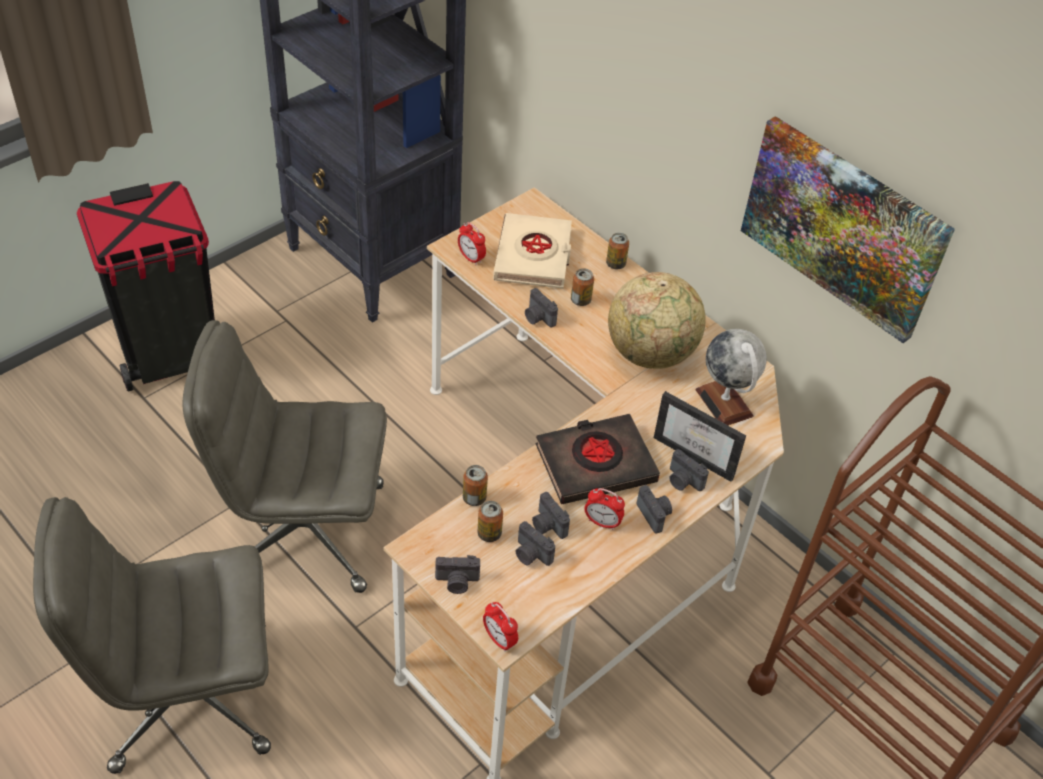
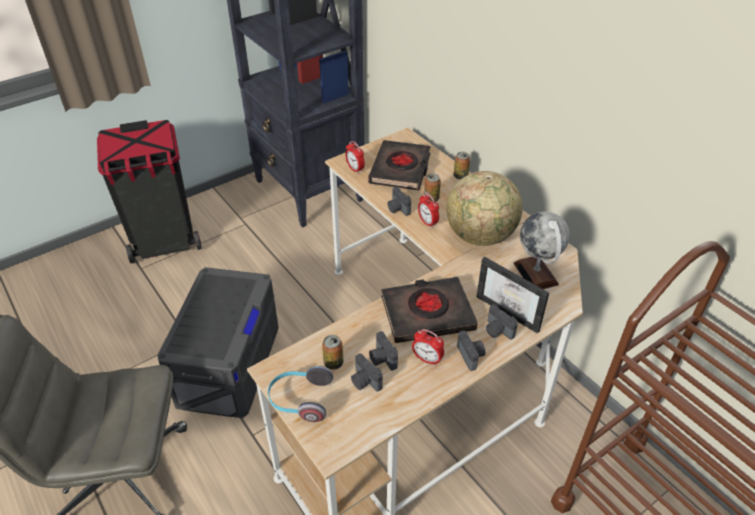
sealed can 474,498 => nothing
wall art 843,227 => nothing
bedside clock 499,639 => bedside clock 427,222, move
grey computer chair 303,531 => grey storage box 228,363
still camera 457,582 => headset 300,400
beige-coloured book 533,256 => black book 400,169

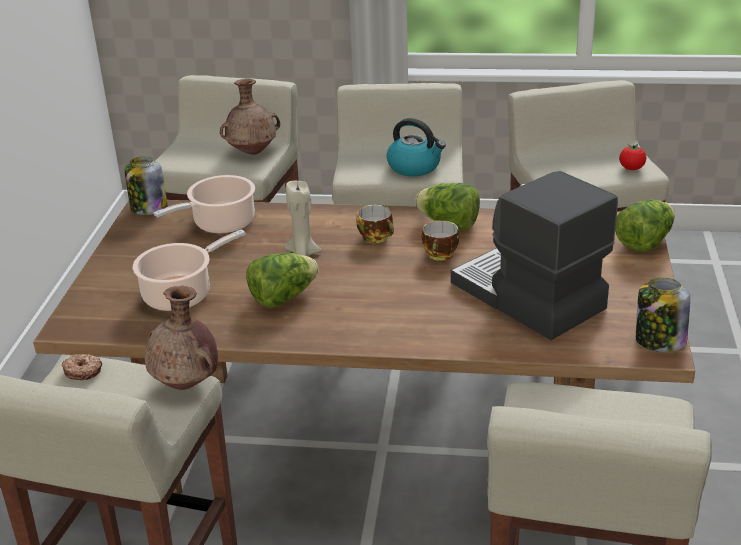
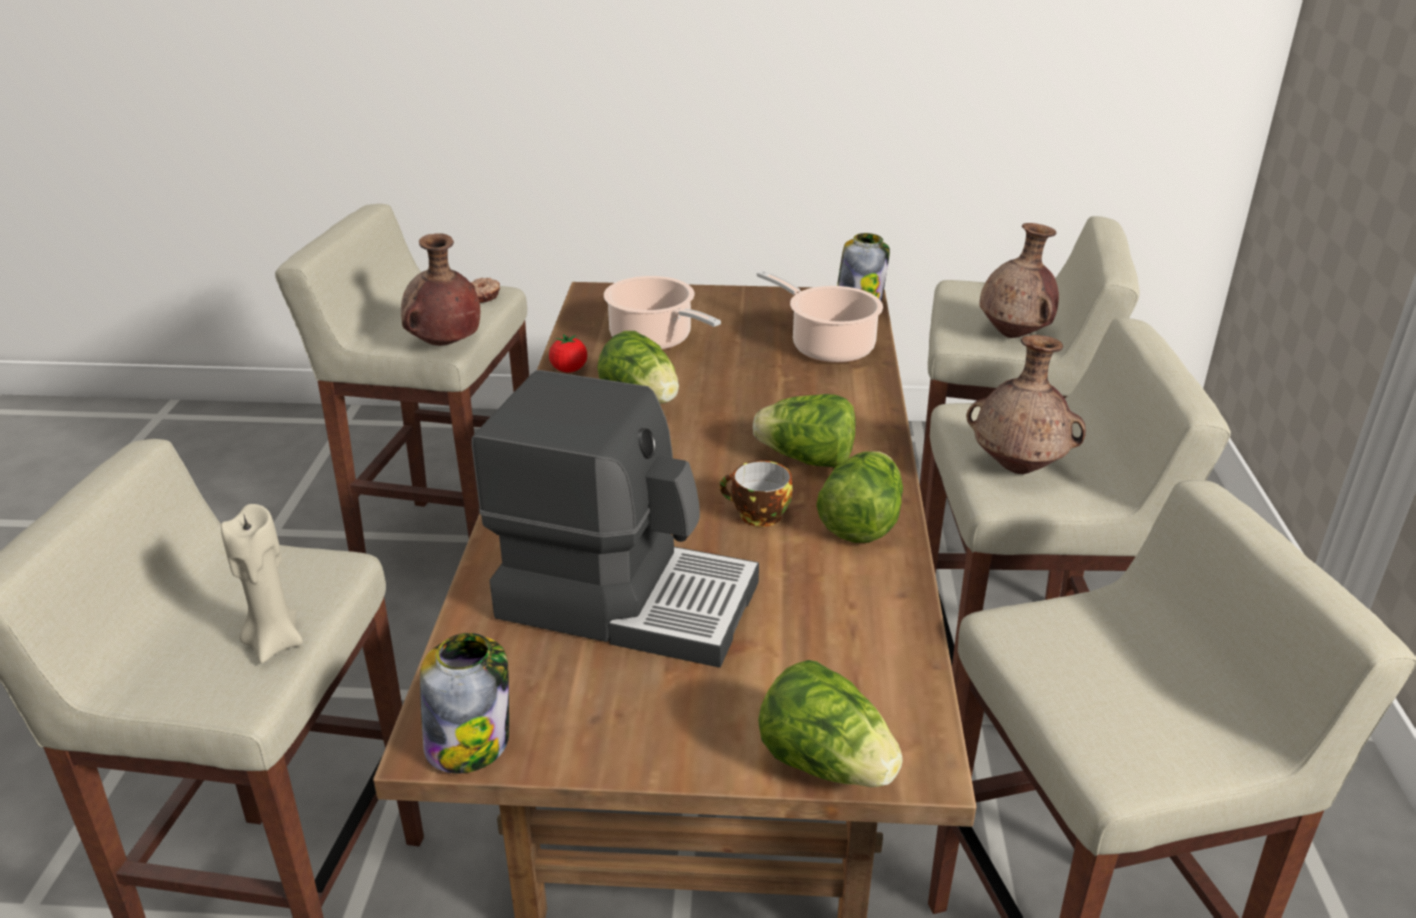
beige-coloured candle 303,253 => beige-coloured candle 275,643, move
tomato 631,168 => tomato 569,370, move
drinking cup 377,237 => head of lettuce 807,459
tea kettle 415,167 => brown-coloured vase 1019,468
coffee brewer 527,297 => coffee brewer 626,598, 60 degrees clockwise

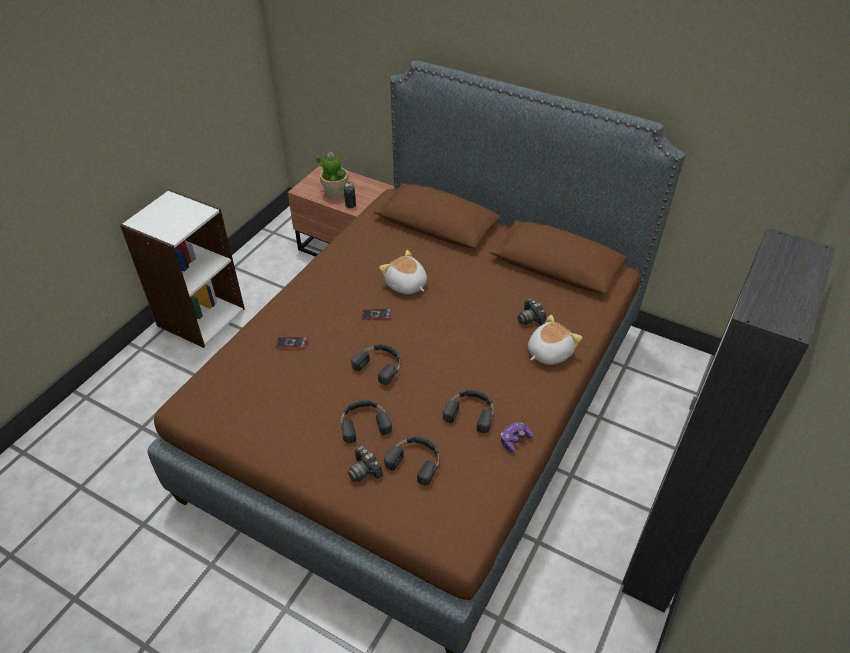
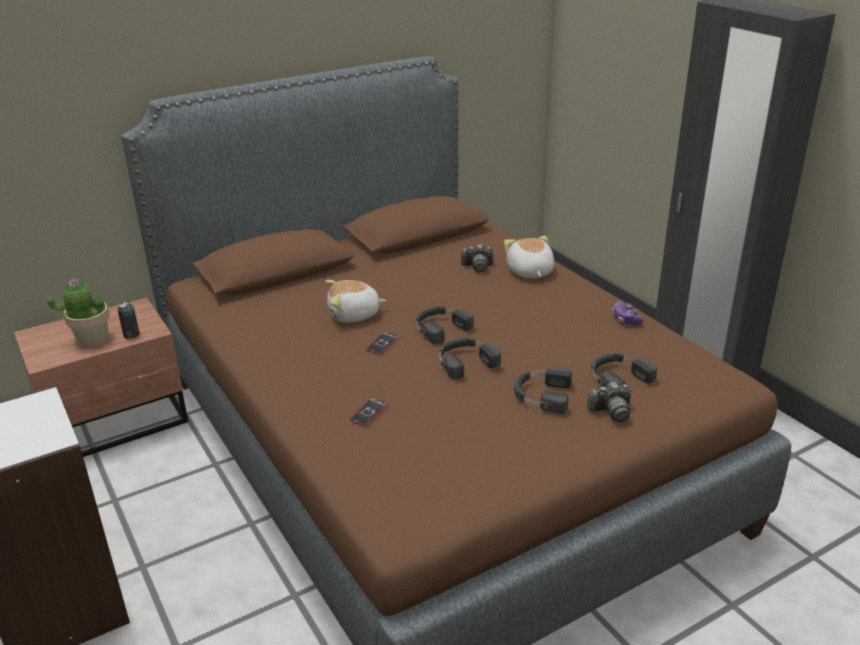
black headset 471,412 => black headset 440,327, move

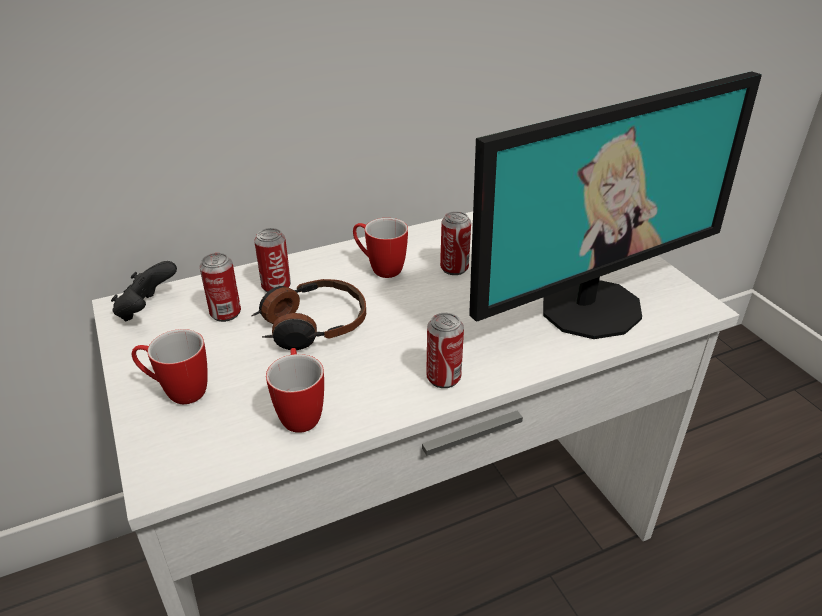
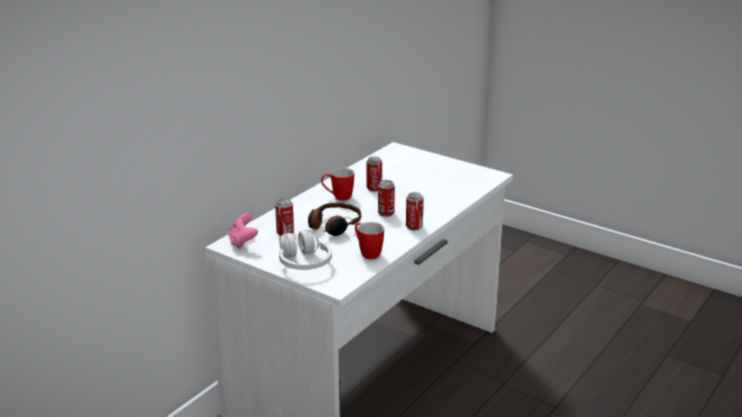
monitor 590,307 => nothing
sealed can 276,286 => sealed can 386,213, move
mug 177,392 => white headset 304,263
black game controller 147,310 => pink game controller 242,242

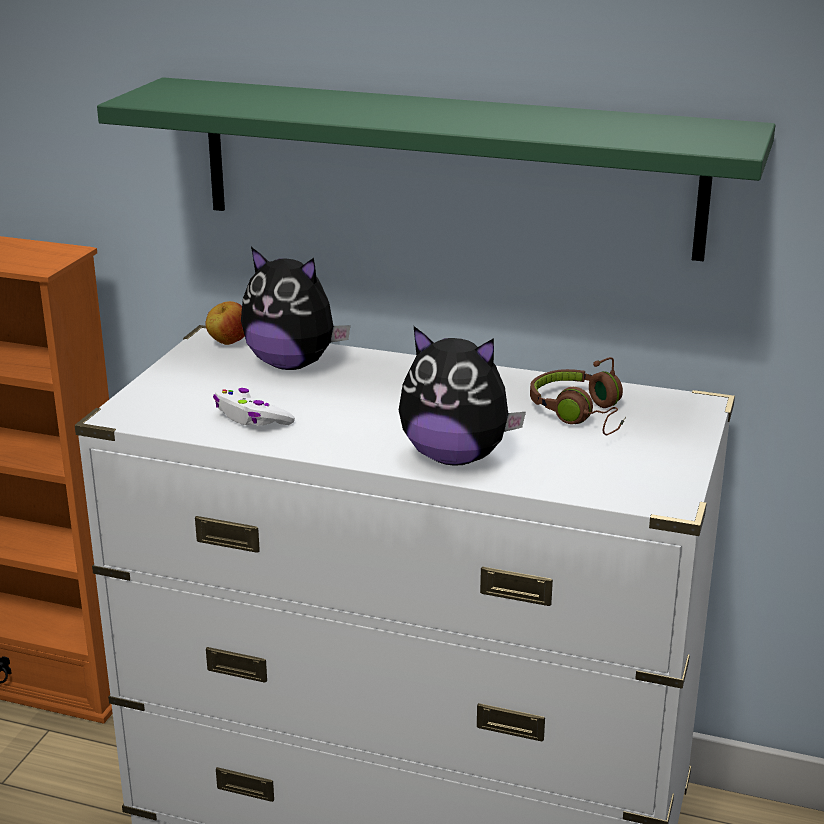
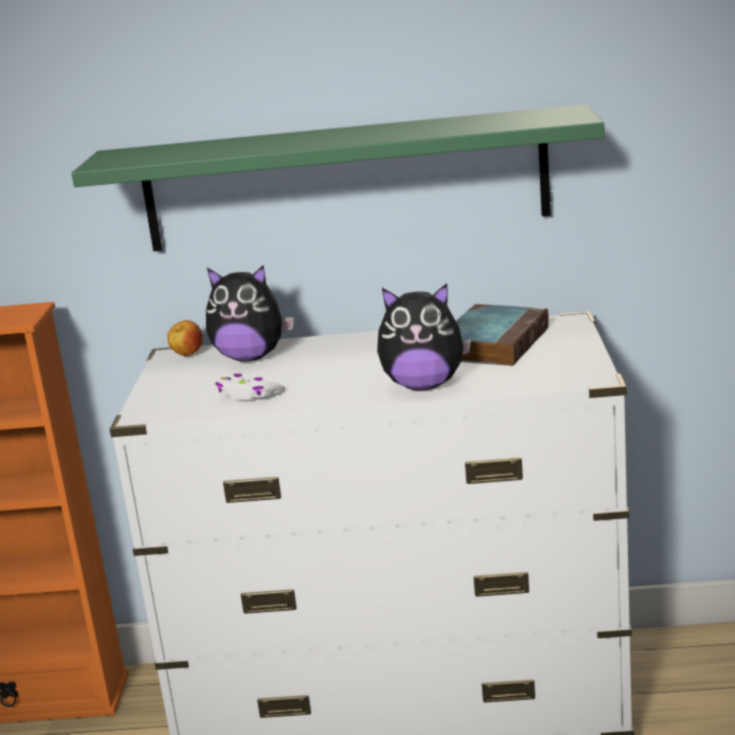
brown-coloured headset 582,415 => book 494,343

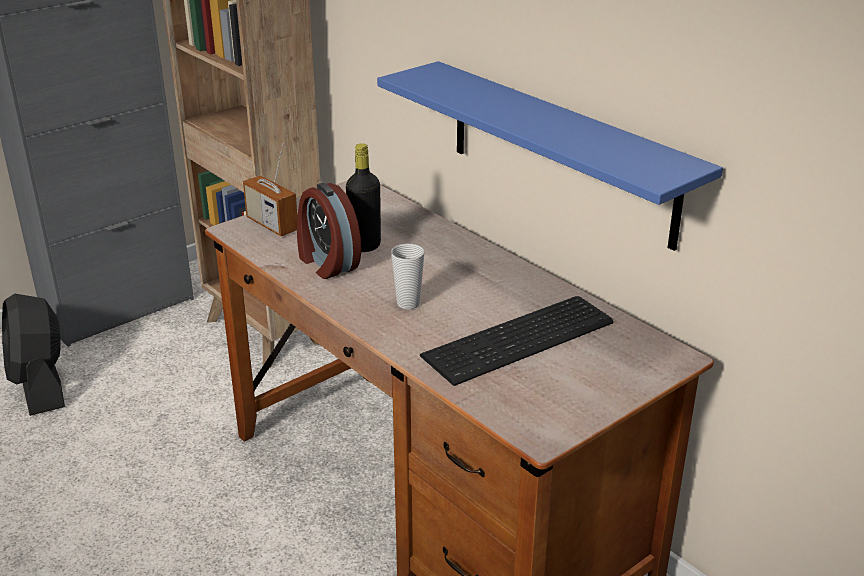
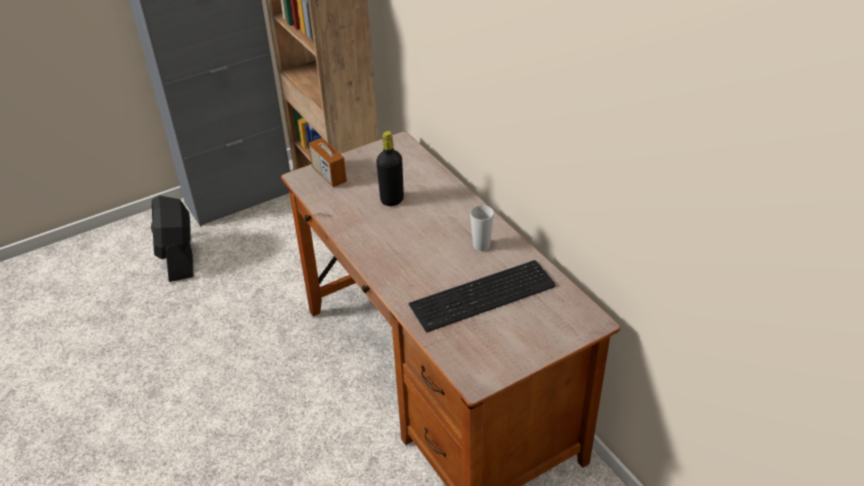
bedside clock 327,263 => nothing
blue shelf 560,152 => nothing
drinking cup 408,303 => drinking cup 481,246, move

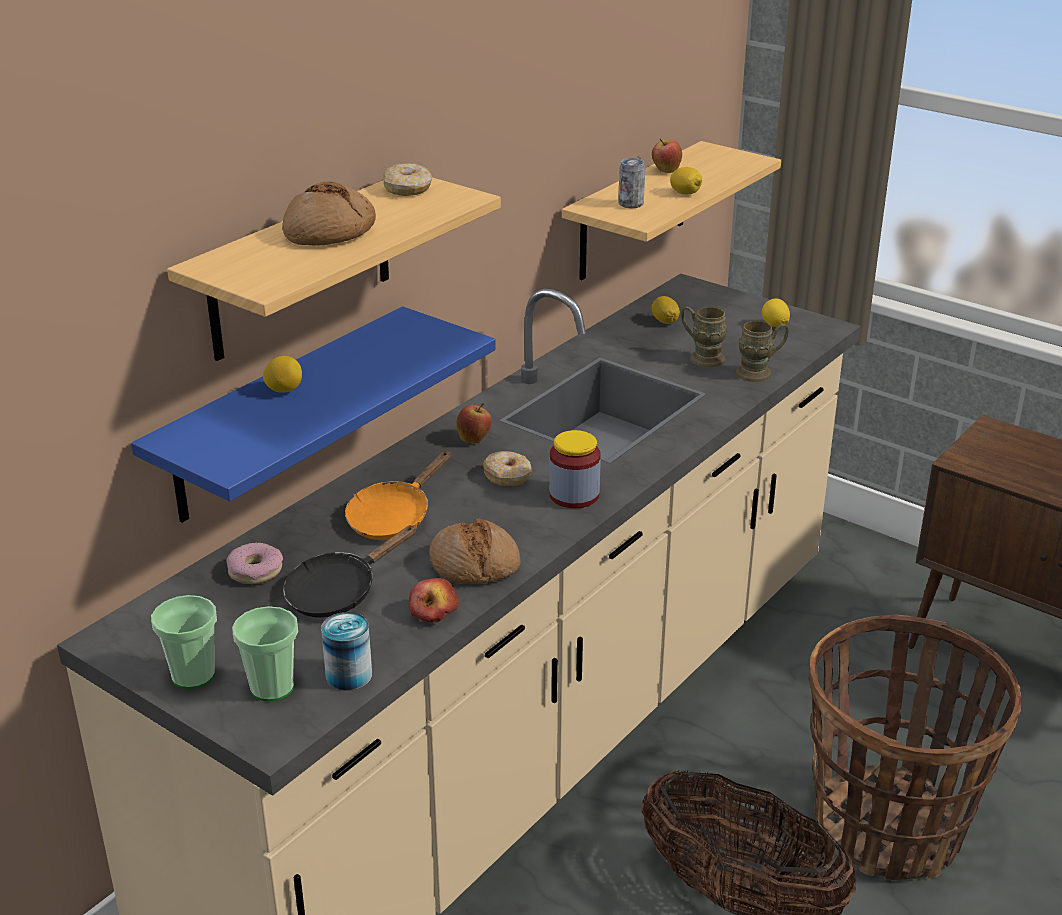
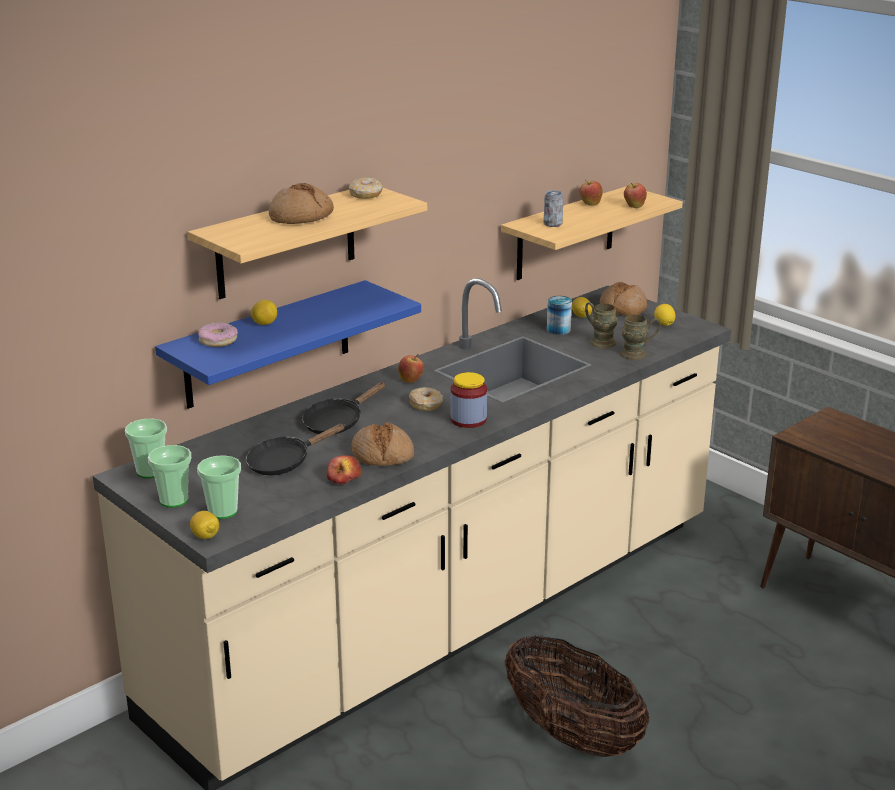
household basket 888,827 => nothing
nothing => drinking cup 150,471
nothing => baked bread 622,308
nothing => whole apple 634,207
doughnut 255,571 => doughnut 218,340, move
sealed can 349,675 => sealed can 558,330, move
whole lemon 685,193 => whole lemon 205,536, move
orange-coloured frying pan 394,517 => black frying pan 337,422

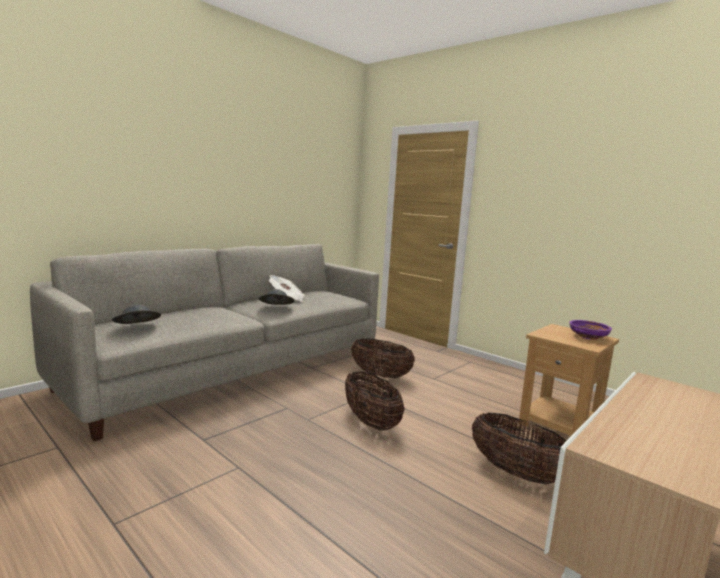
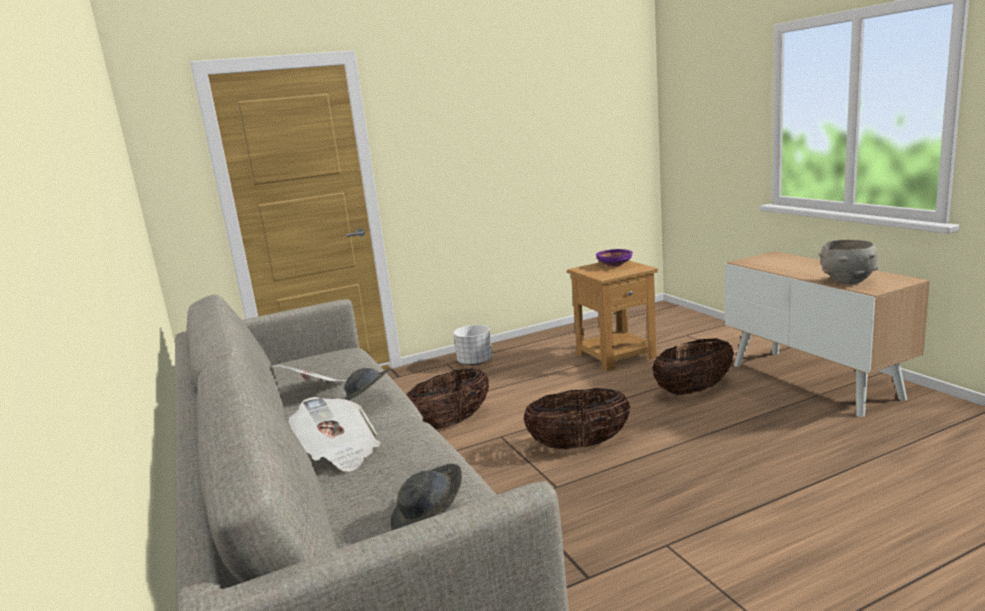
nothing => newspaper 338,453
nothing => white plant pot 475,362
nothing => grey deep dish 847,282

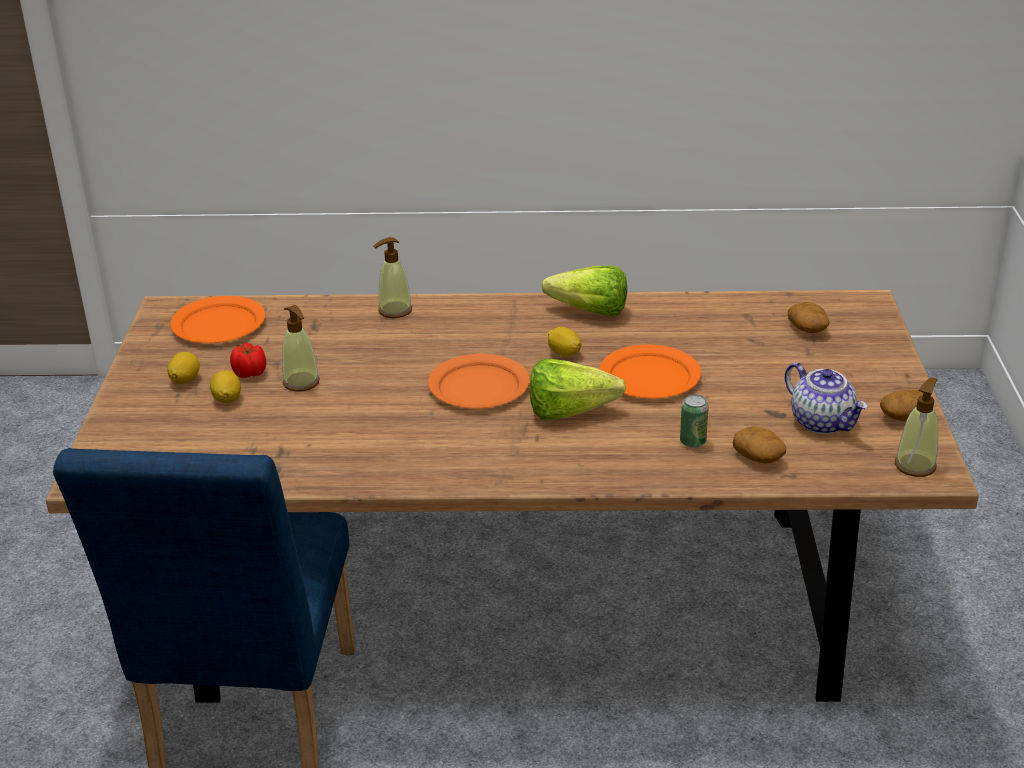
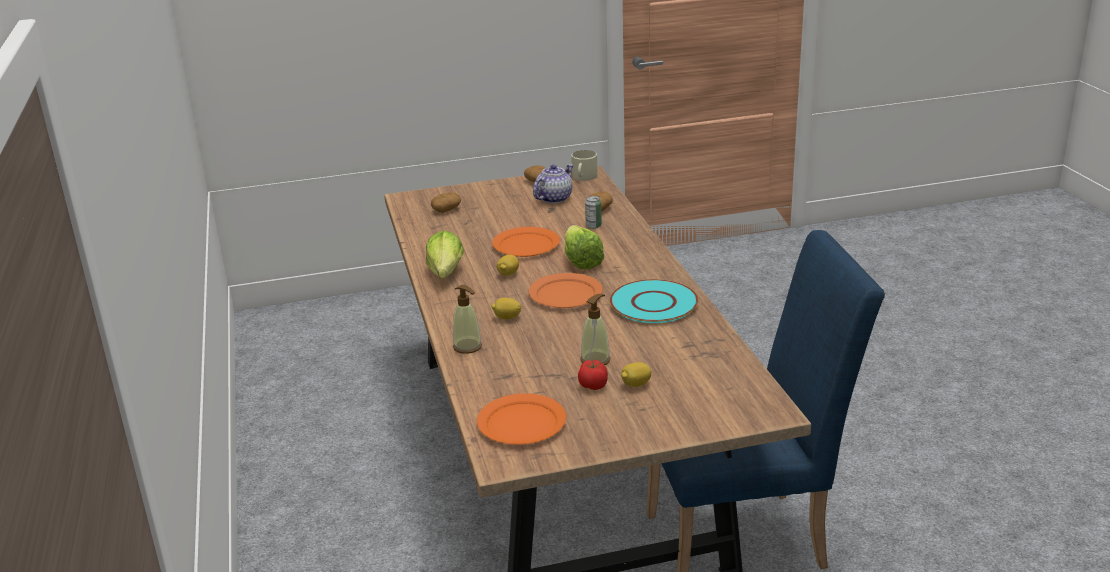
nothing => turquoise dinner plate 654,303
whole lemon 185,380 => whole lemon 507,318, move
soap dispenser 915,465 => beige-coloured mug 583,177

